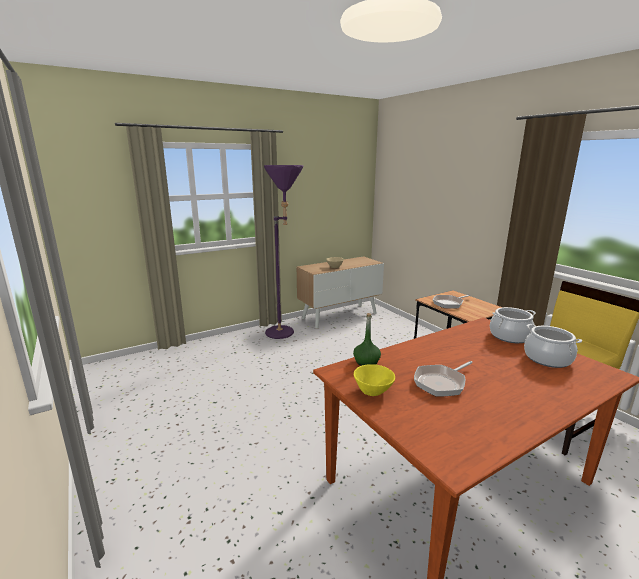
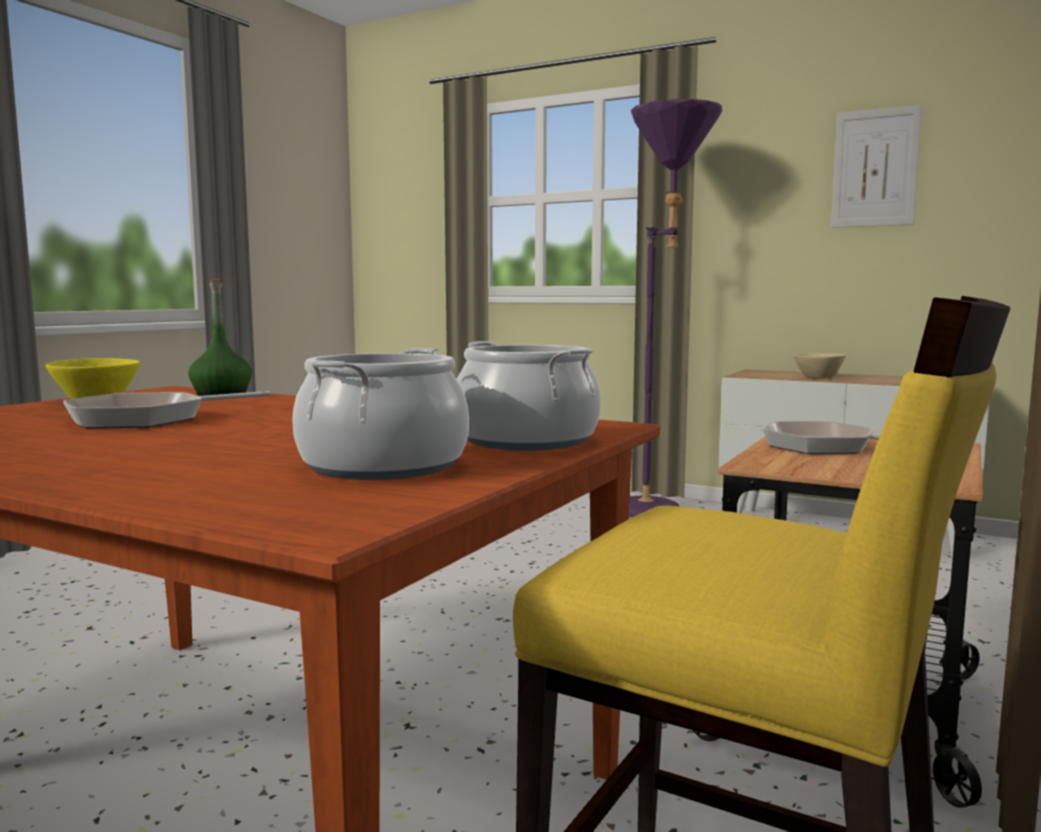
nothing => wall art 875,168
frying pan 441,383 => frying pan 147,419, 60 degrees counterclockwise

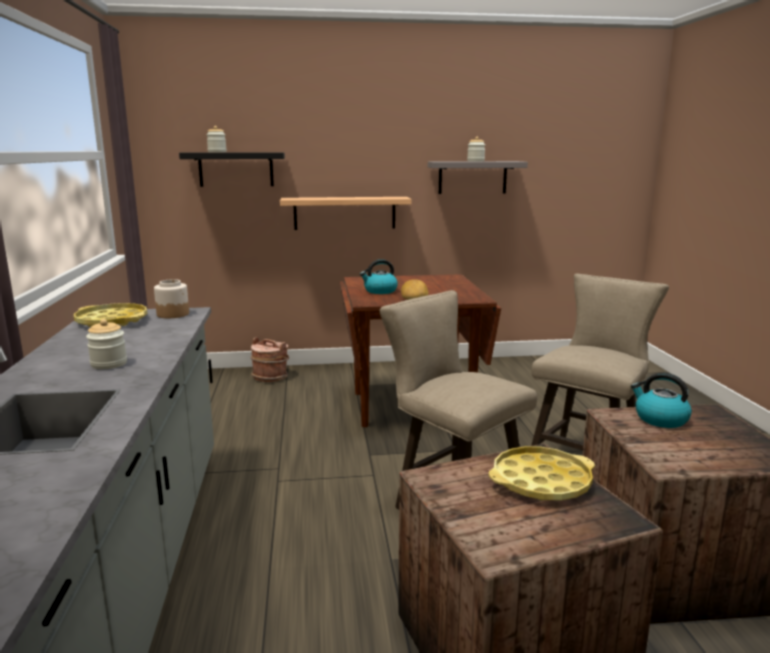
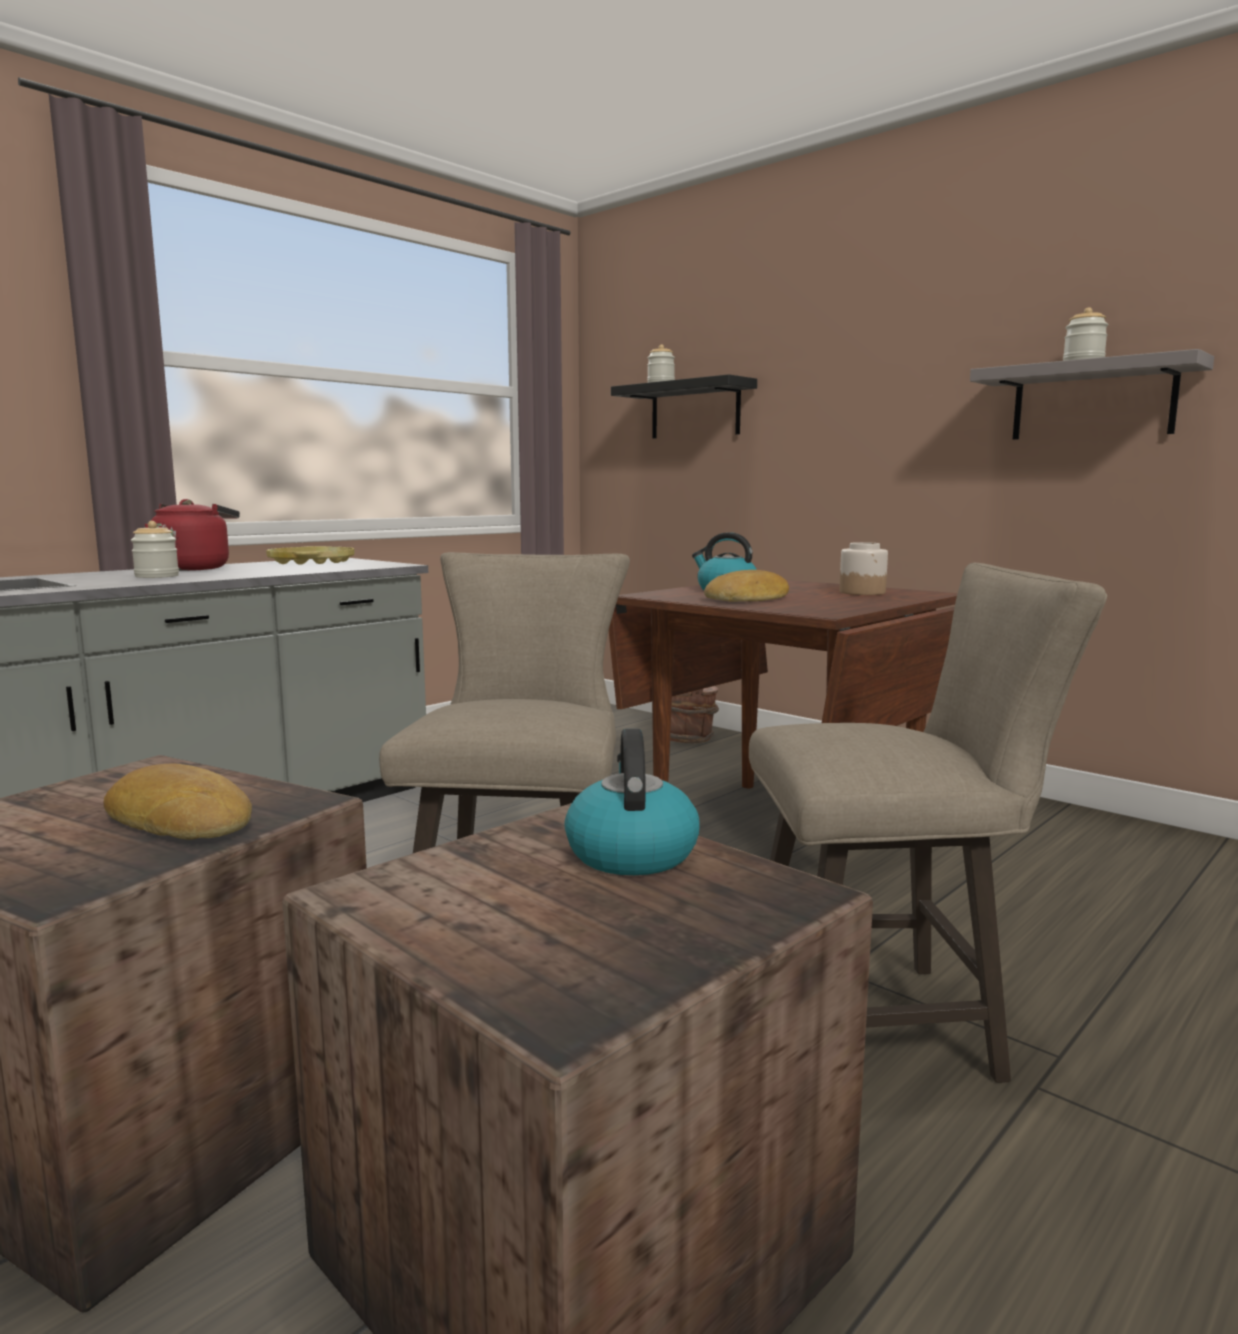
shelf 344,213 => nothing
nothing => red tea kettle 195,568
preserve jar 173,314 => preserve jar 862,592, move
yellow tray 541,481 => baked bread 183,819

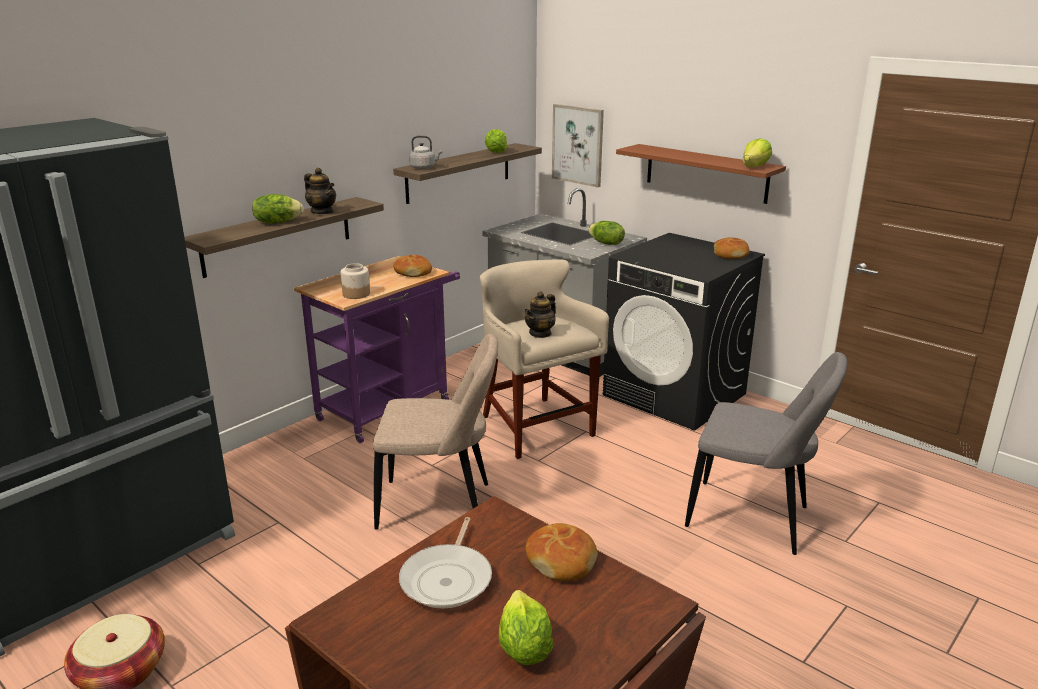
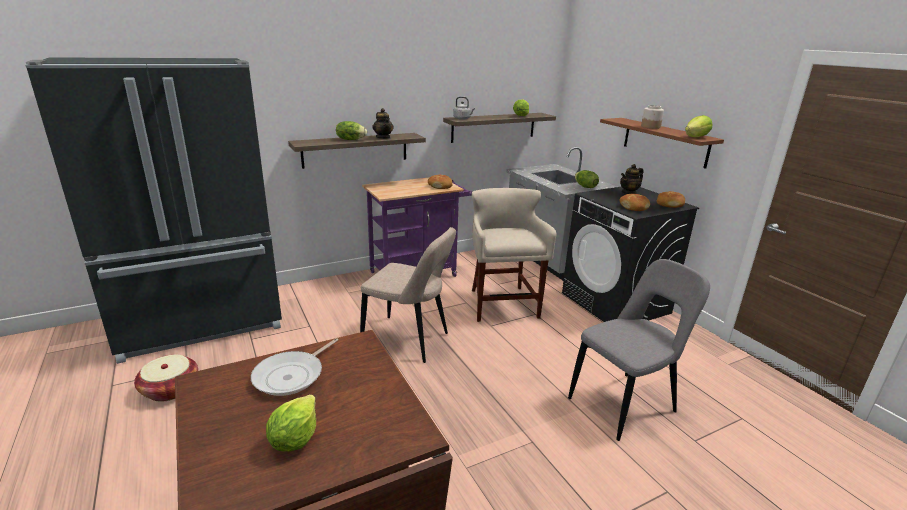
wall art 578,145 => nothing
preserve jar 356,294 => preserve jar 650,127, move
tea pot 540,333 => tea pot 629,193, move
baked bread 561,561 => baked bread 634,207, move
grey plain chair 753,519 => grey plain chair 625,404, 75 degrees counterclockwise

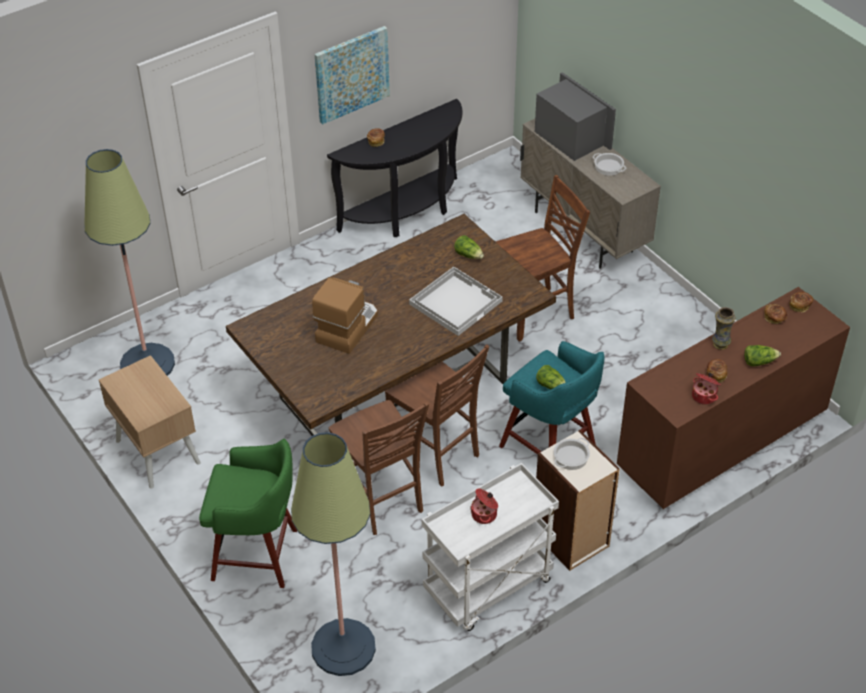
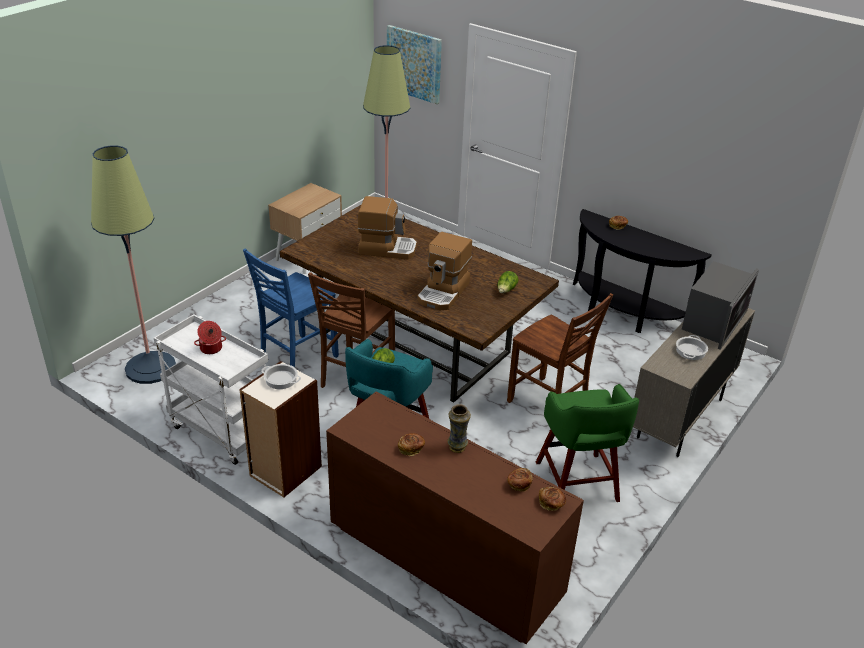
stockpot 704,396 => nothing
head of lettuce 759,361 => nothing
green stool 258,555 => green stool 577,484, move
wall art 351,74 => wall art 414,64, move
white tray 455,302 => coffee brewer 444,292
brown-coloured plain chair 381,500 => blue plain chair 296,359

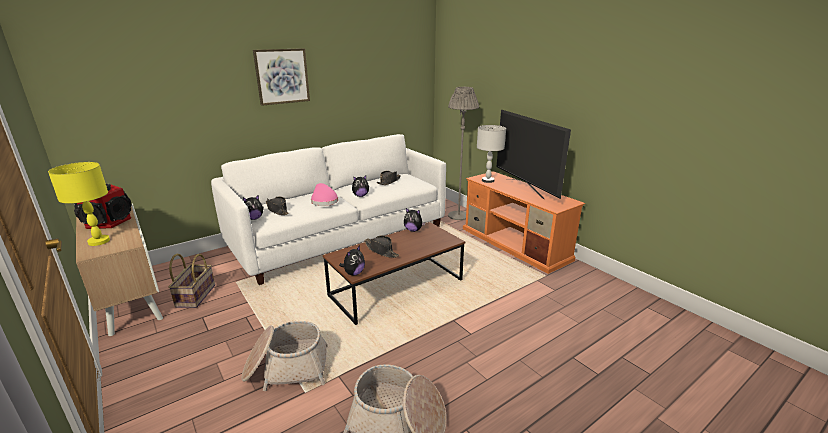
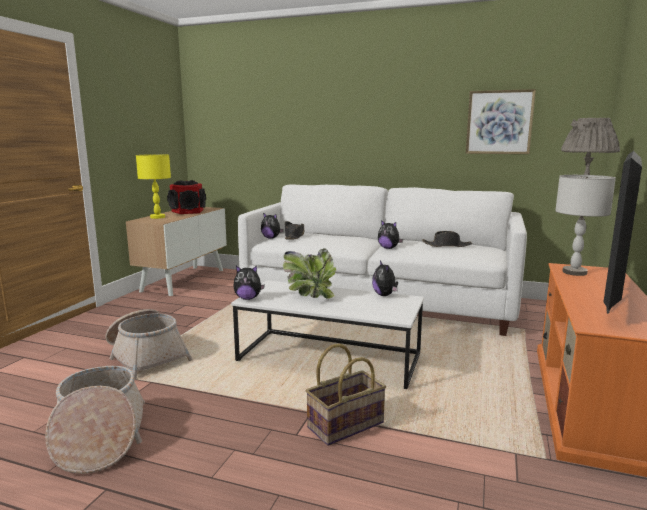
pink clothing hat 324,201 => nothing
household basket 195,295 => household basket 345,424, move
wall art 282,76 => wall art 499,122, move
black clothing hat 381,251 => plant in a pot 311,295
brown-coloured coffee table 396,288 => white coffee table 329,358

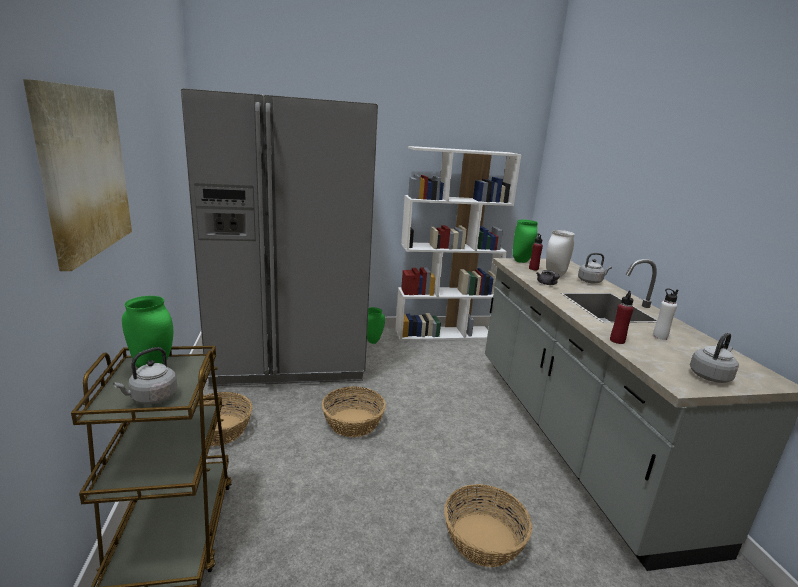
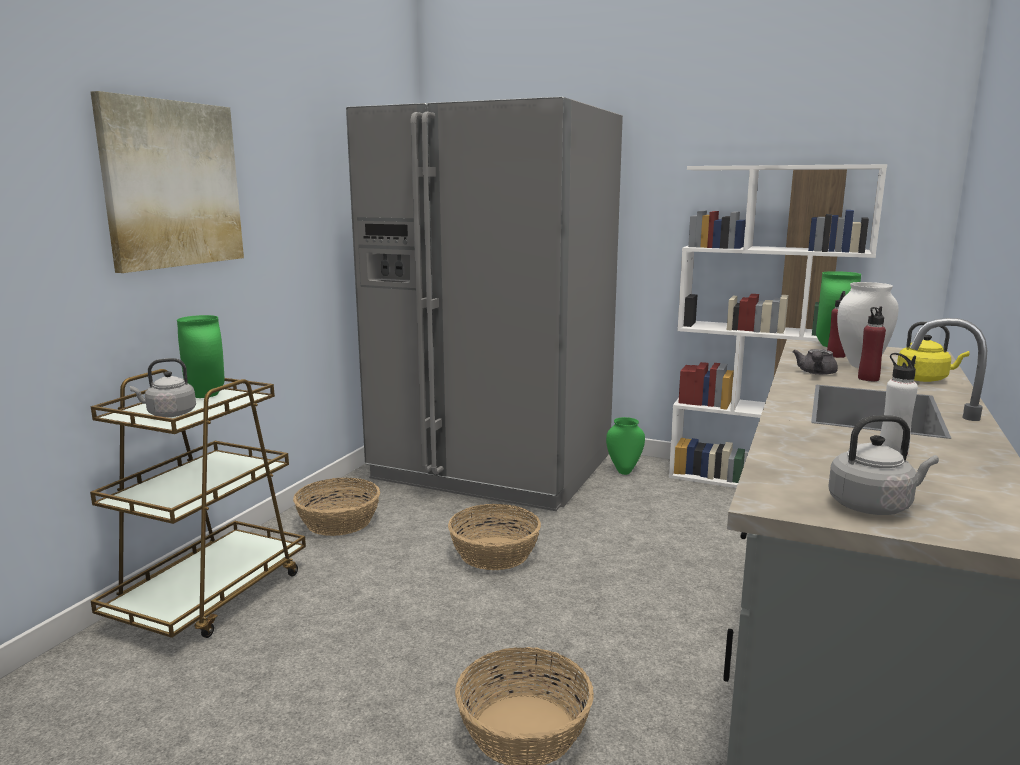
red drink bottle 617,341 => red drink bottle 868,379, move
grey tea kettle 591,281 => yellow tea kettle 924,379

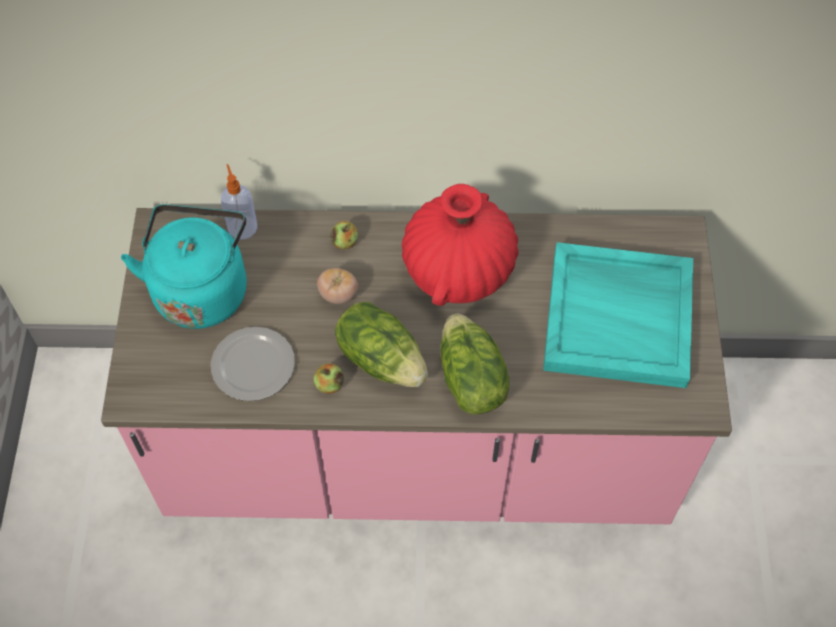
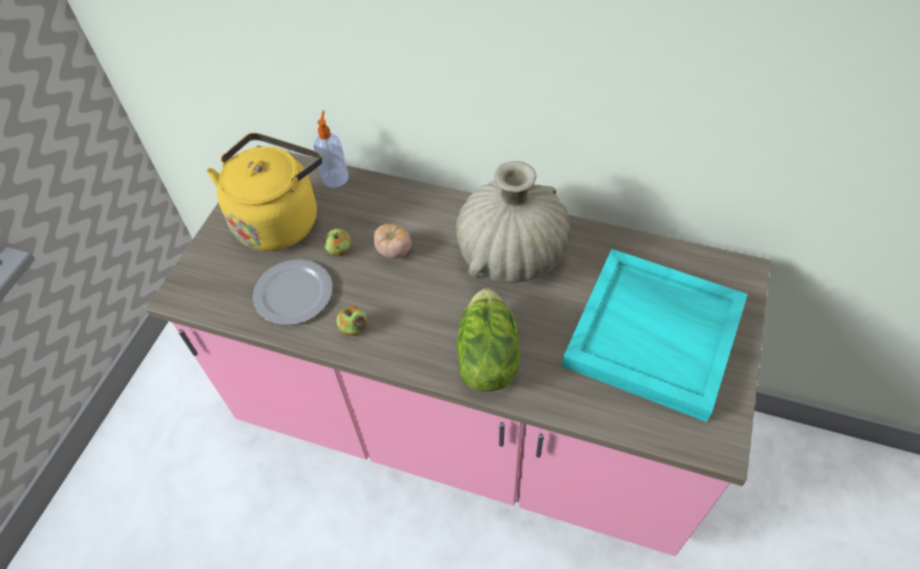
head of lettuce 382,358 => nothing
whole apple 344,242 => whole apple 339,250, move
turquoise tea kettle 201,288 => yellow tea kettle 279,219
red vase 458,269 => beige-coloured vase 511,254

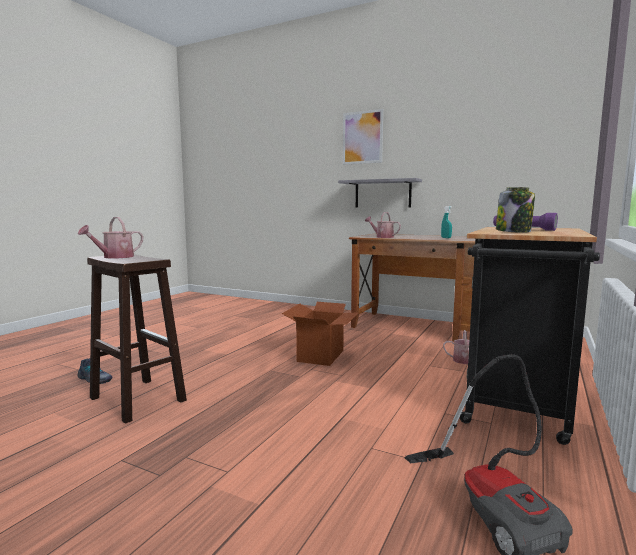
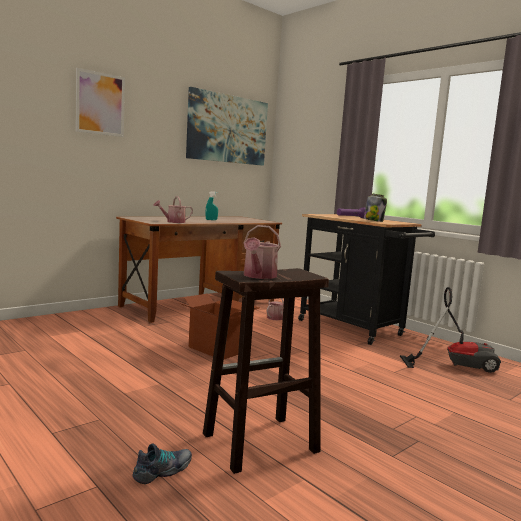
grey shelf 382,194 => nothing
nothing => wall art 227,129
watering pot 114,257 => watering pot 258,276, 45 degrees clockwise

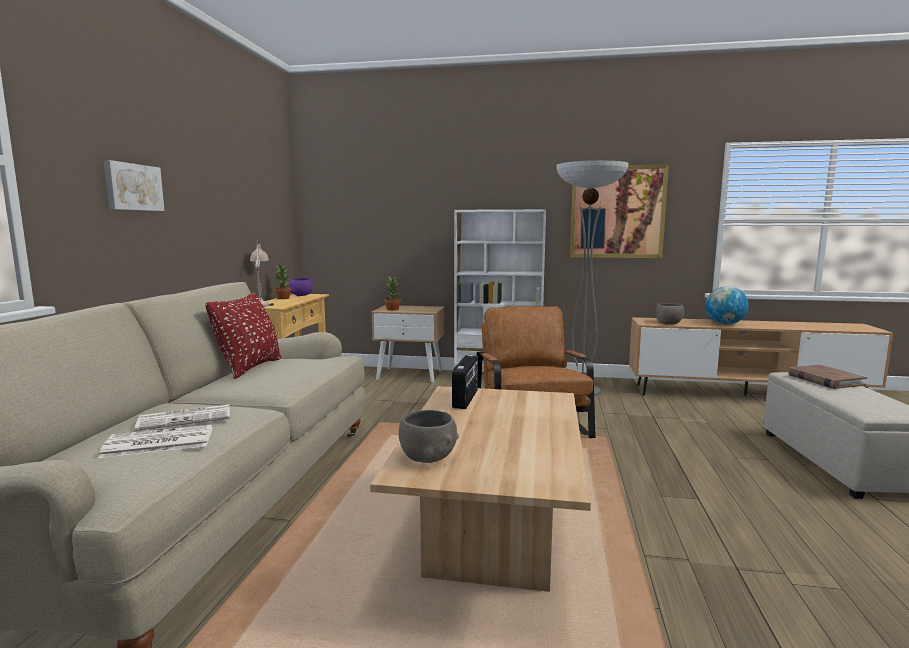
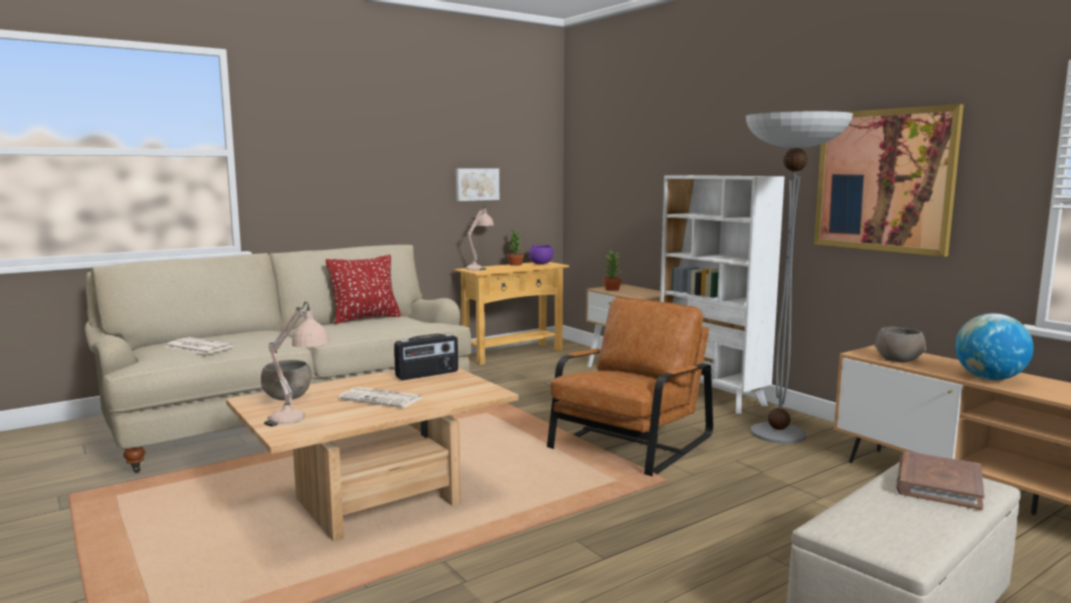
nothing => beige-coloured tabletop lamp 299,422
wall art 133,187 => wall art 476,184, move
newspaper 186,418 => newspaper 382,398, move

